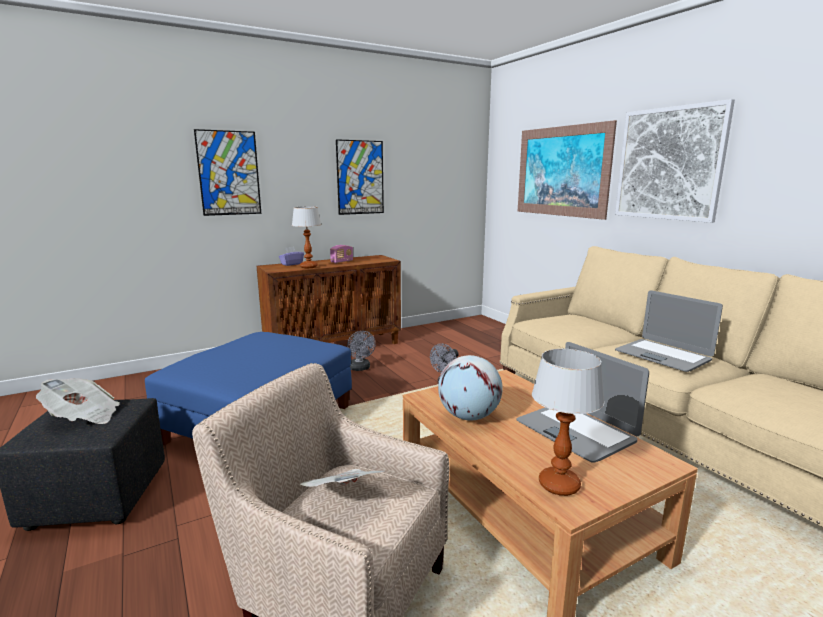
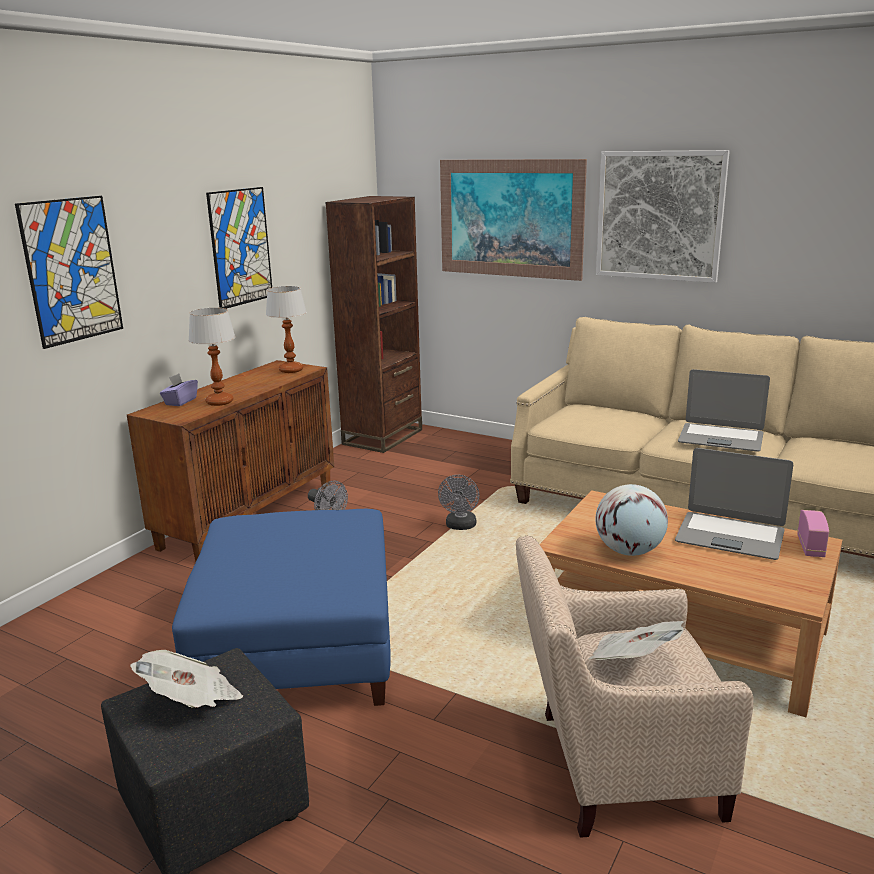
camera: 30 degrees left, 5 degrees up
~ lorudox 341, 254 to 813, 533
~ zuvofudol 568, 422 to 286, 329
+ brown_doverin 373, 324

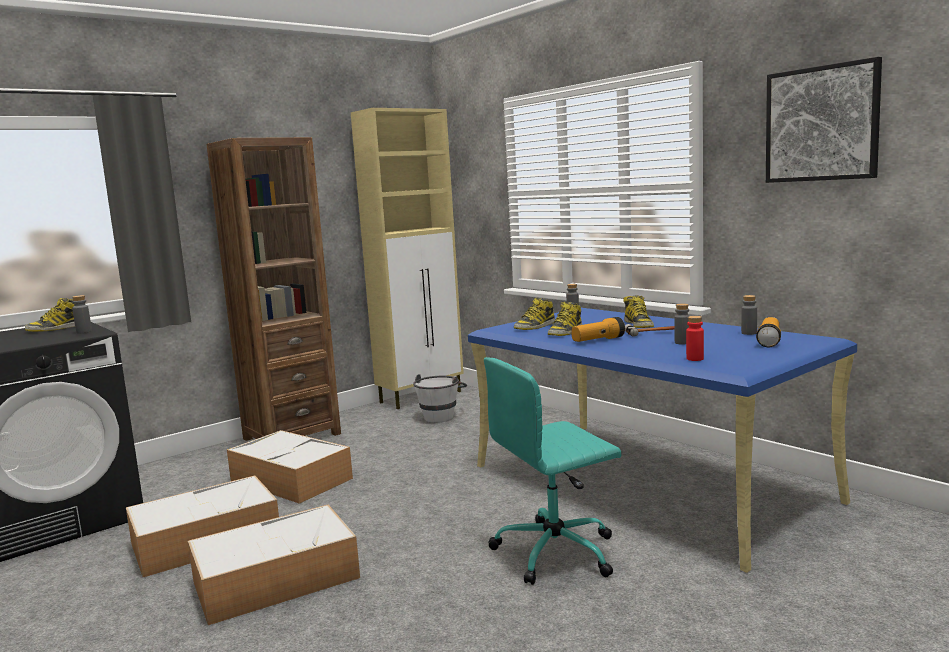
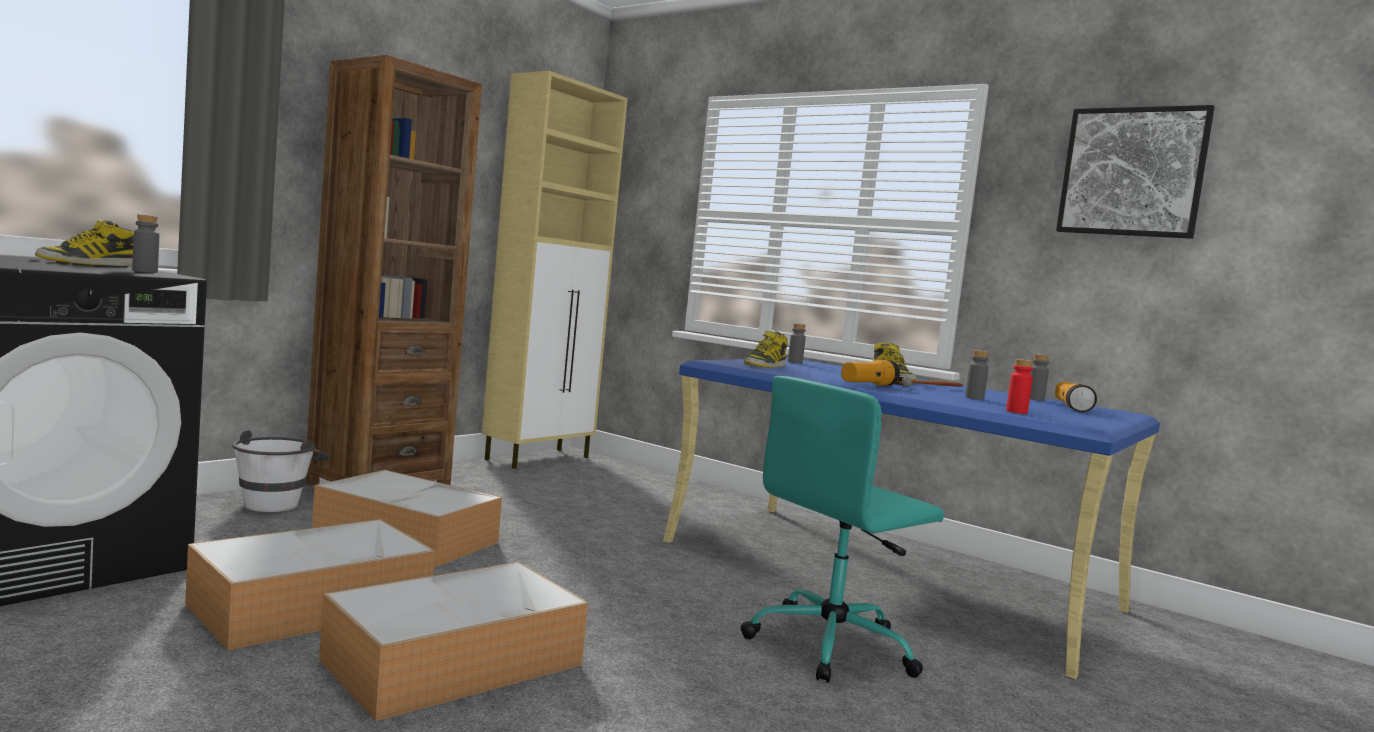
camera: 15 degrees left, 5 degrees down
- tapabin 565, 319
~ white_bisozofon 440, 398 to 281, 471

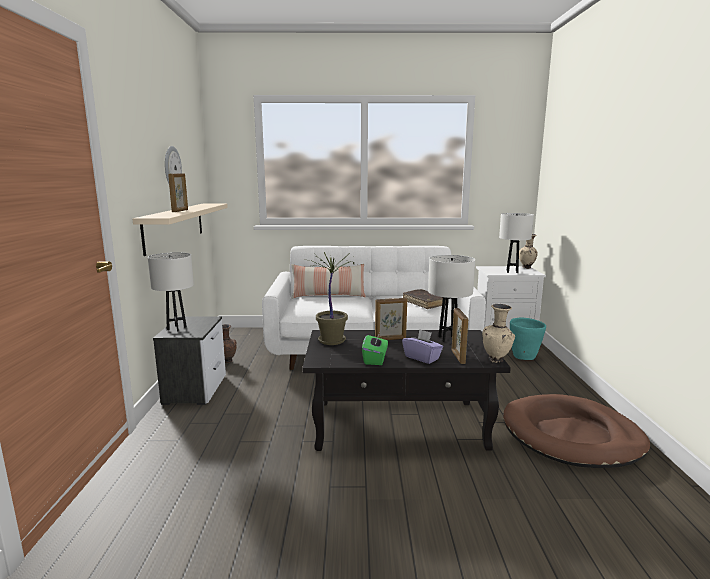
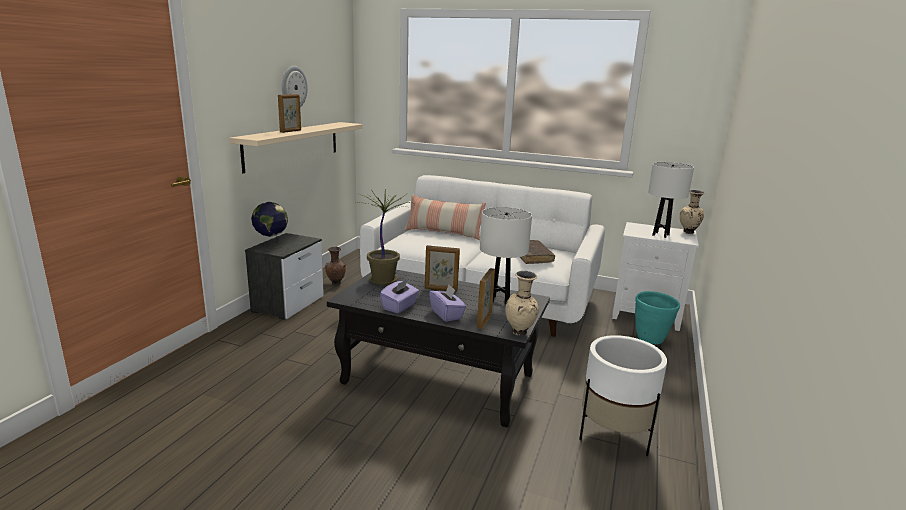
camera: 20 degrees right, 5 degrees up
~ white_zuvofudol 171, 292 to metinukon 269, 225
~ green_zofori 375, 348 to purple_zofori 399, 296
~ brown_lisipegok 576, 431 to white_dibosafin 623, 395

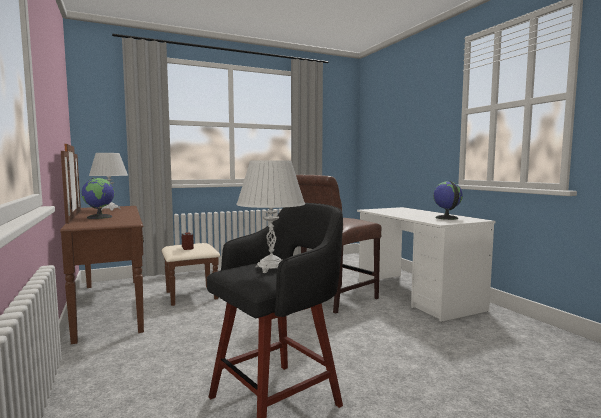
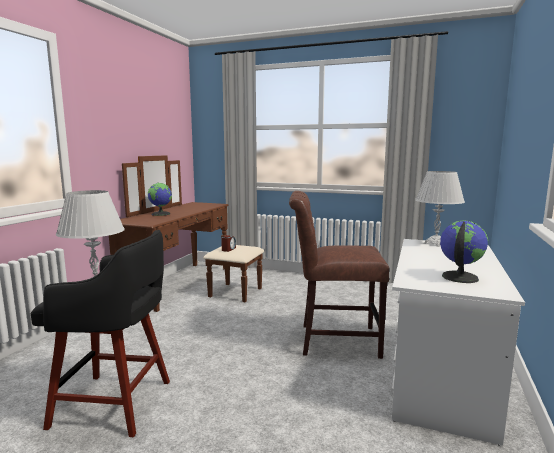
camera: 45 degrees right, 5 degrees up
~ white_zuvofudol 108, 182 to 440, 209

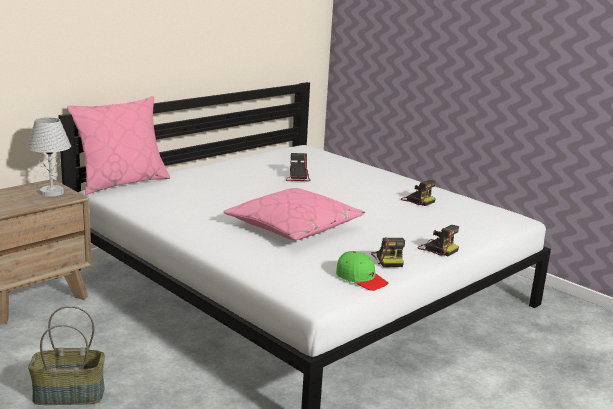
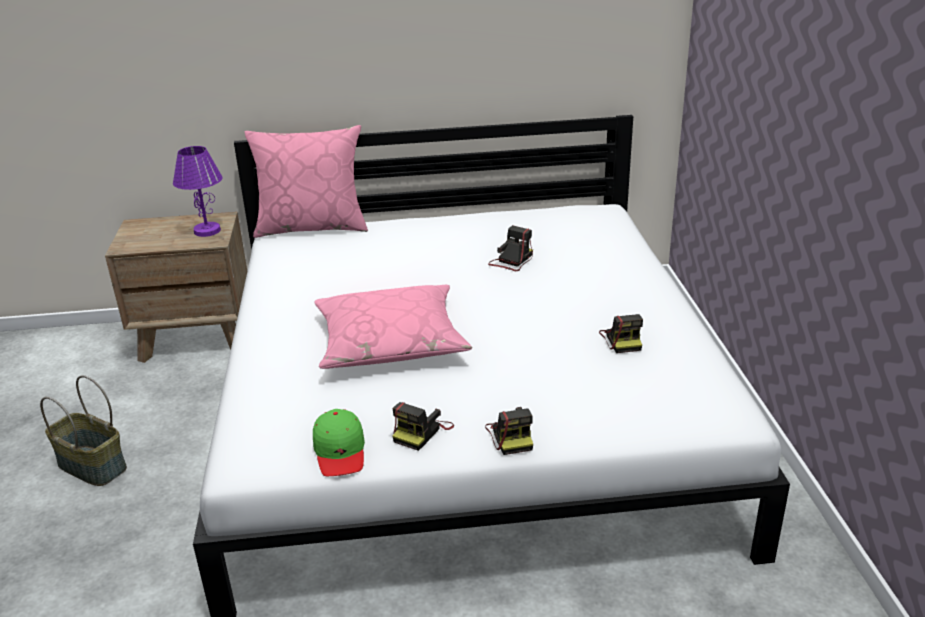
camera: 40 degrees right, 10 degrees up
~ white_zuvofudol 49, 157 to purple_zuvofudol 197, 191

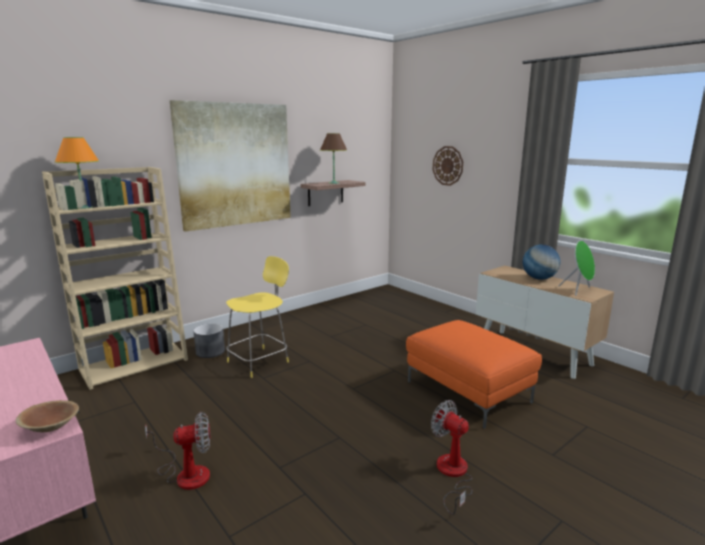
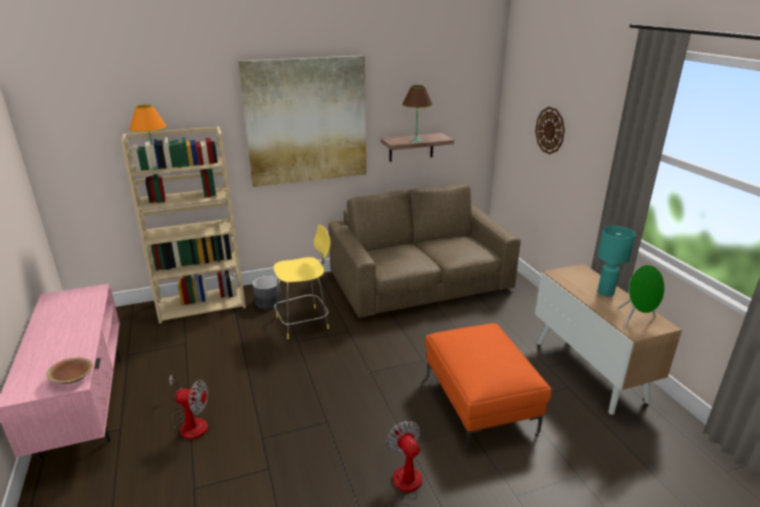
camera: 20 degrees right, 10 degrees up
~ metinukon 541, 262 to turquoise_zuvofudol 617, 261
+ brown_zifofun 424, 251

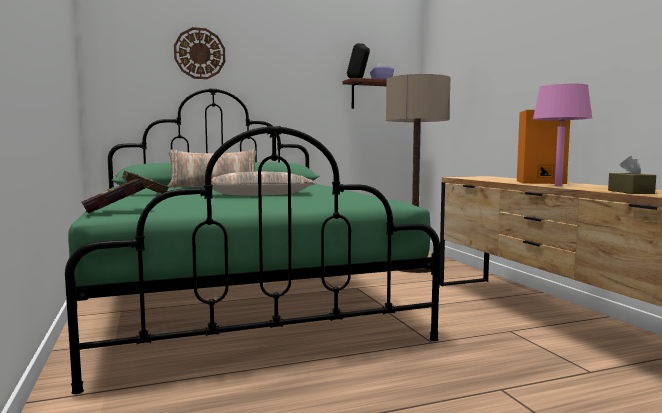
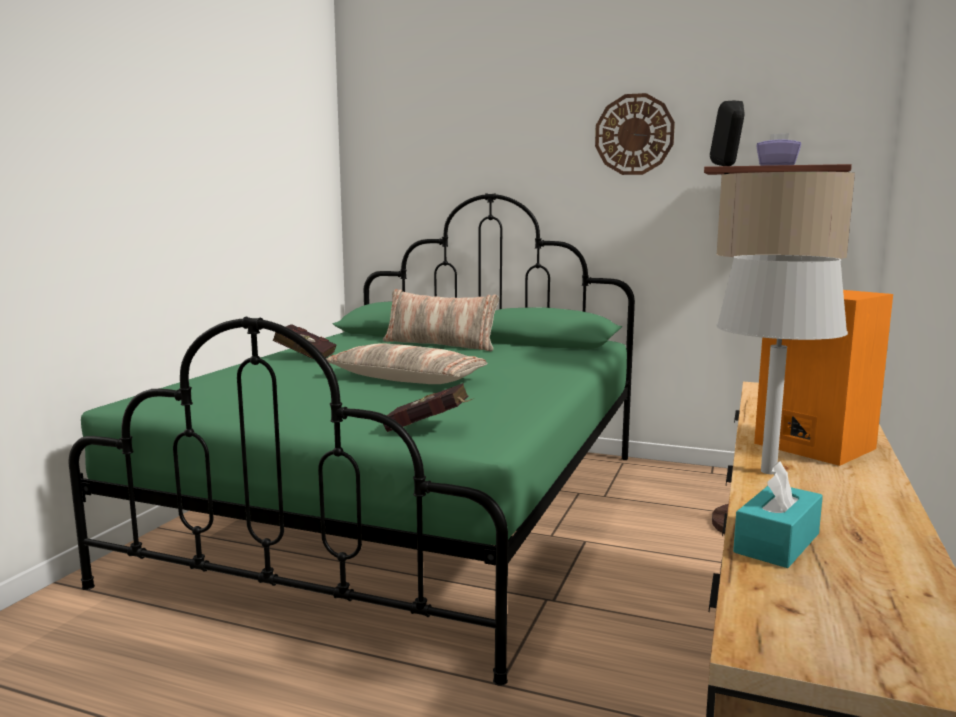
camera: 40 degrees right, 5 degrees up
~ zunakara 199, 53 to 635, 134
~ pink_zuvofudol 563, 135 to grey_zuvofudol 782, 364
~ brown_zofori 632, 175 to turquoise_zofori 778, 514
~ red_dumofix 117, 196 to 429, 407

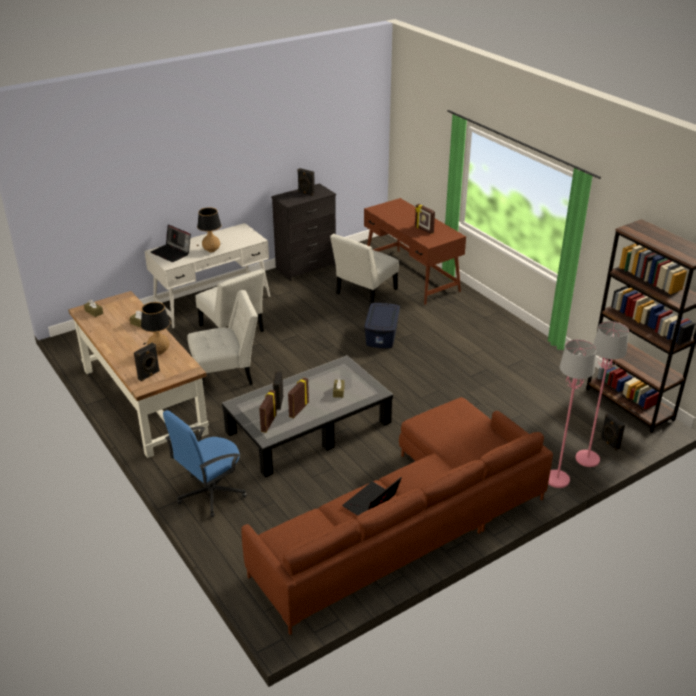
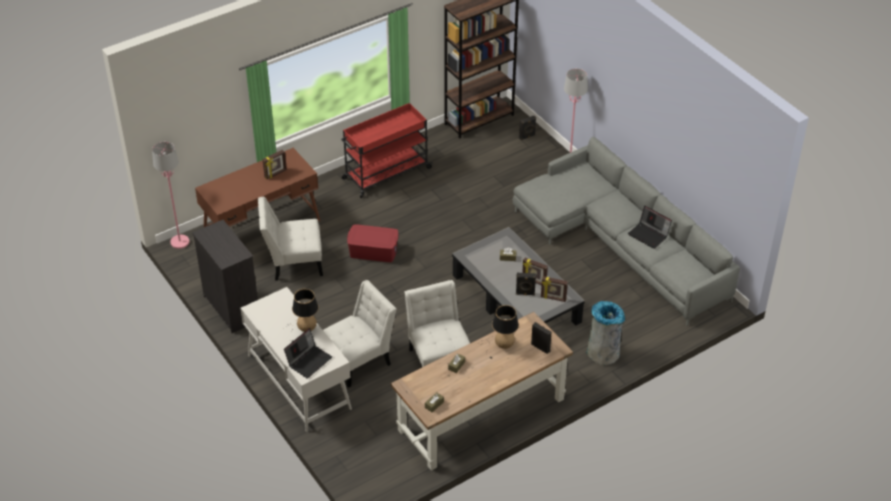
camera: 90 degrees left, 10 degrees up
- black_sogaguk 306, 182
~ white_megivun 364, 270 = 290, 239 135 degrees clockwise
~ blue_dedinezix 382, 325 to red_dedinezix 373, 243
~ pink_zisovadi 602, 394 to 170, 195
~ brown_zifofun 397, 516 to grey_zifofun 626, 231
~ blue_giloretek 205, 463 to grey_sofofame 605, 333
+ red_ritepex 387, 150

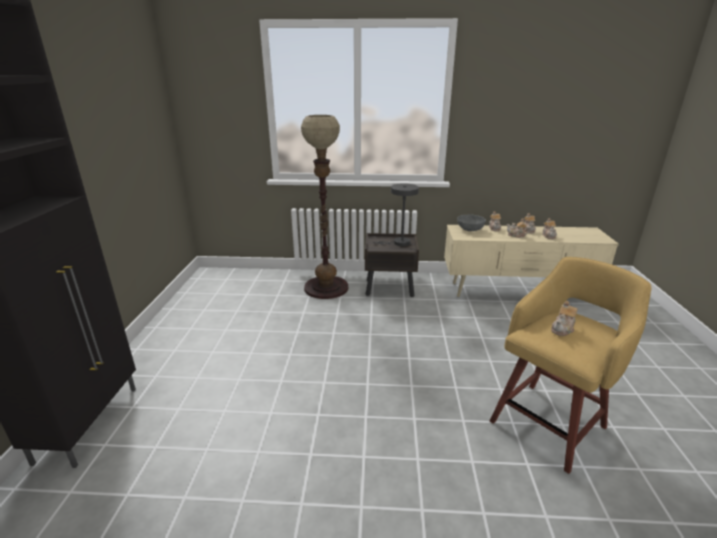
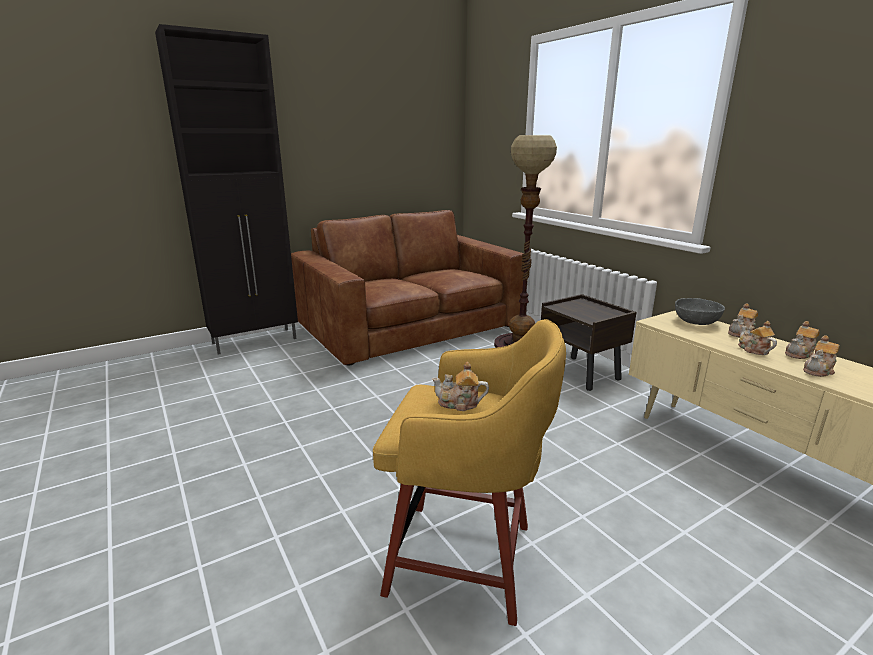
camera: 55 degrees right, 5 degrees down
- grey_zuvofudol 396, 214
+ brown_zifofun 408, 288

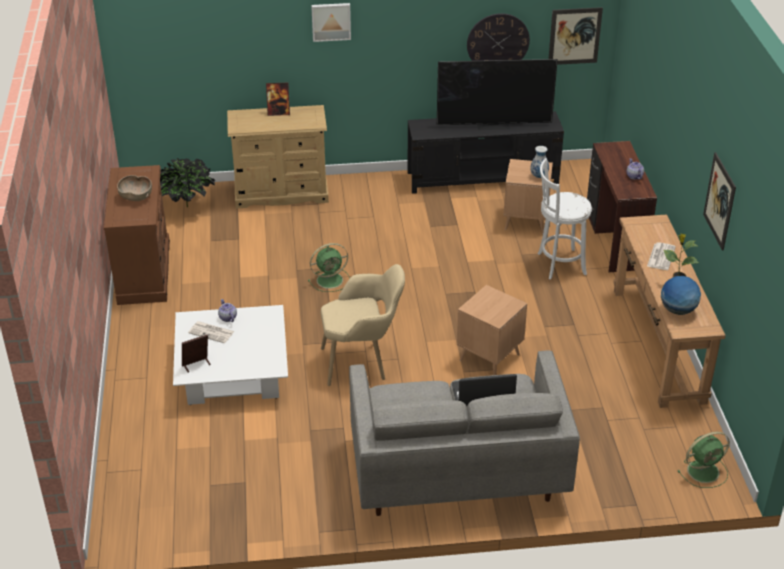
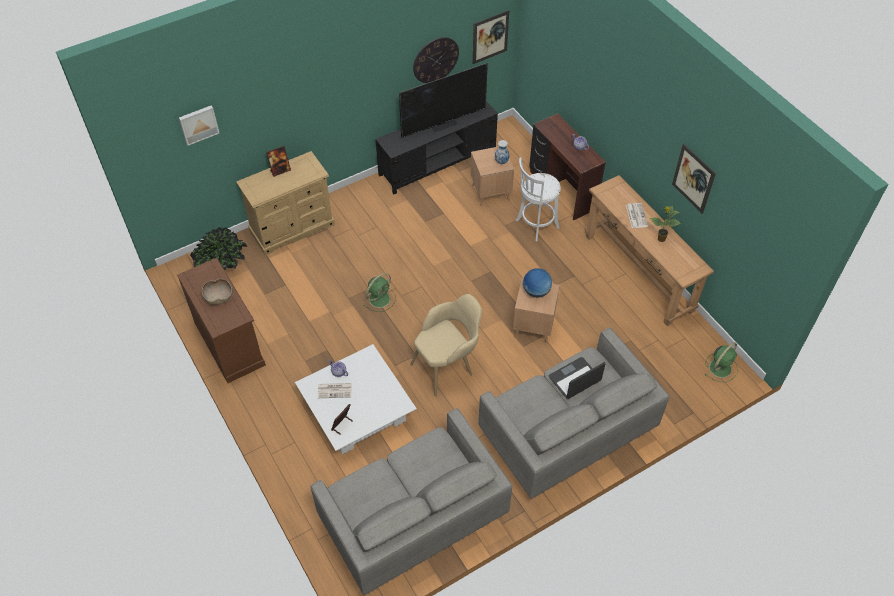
camera: 25 degrees left, 15 degrees up
~ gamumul 331, 22 to 199, 125
~ metinukon 681, 295 to 537, 283
+ grey_zifofun 411, 501

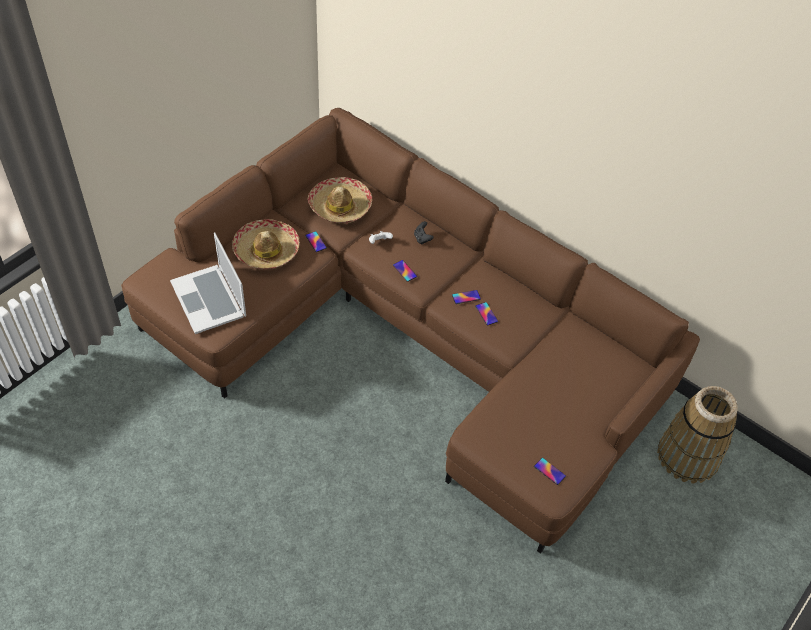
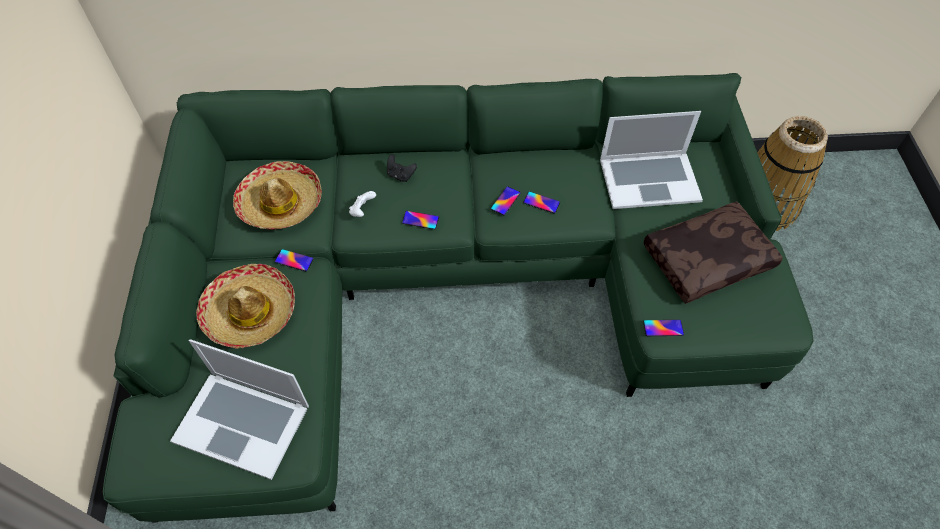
camera: 40 degrees left, 5 degrees up
~ brown_zifofun 410, 331 to green_zifofun 458, 298
~ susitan 550, 471 to 663, 328
+ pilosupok 651, 160
+ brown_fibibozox 713, 252

